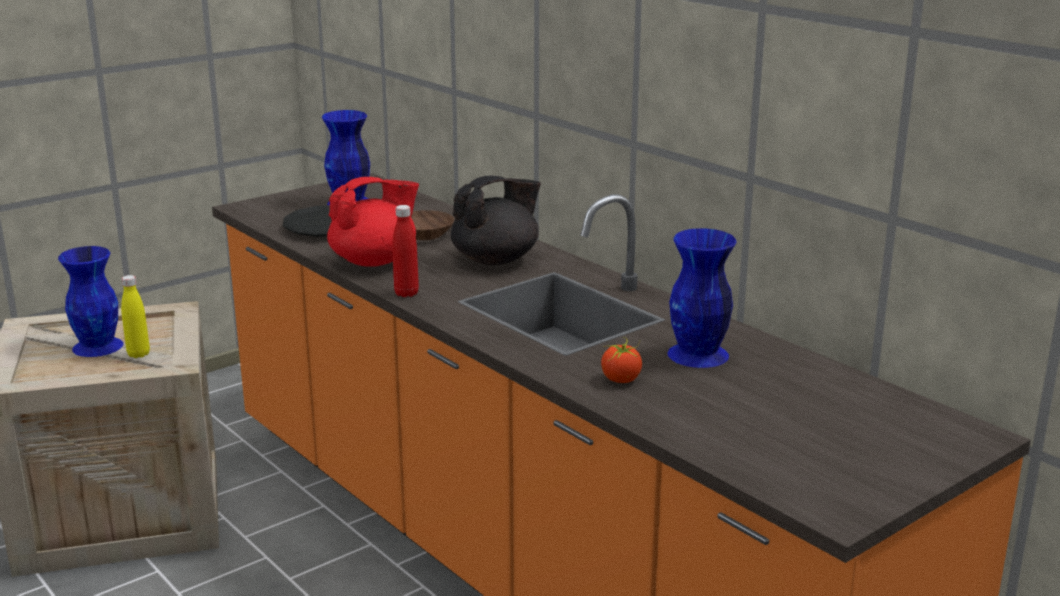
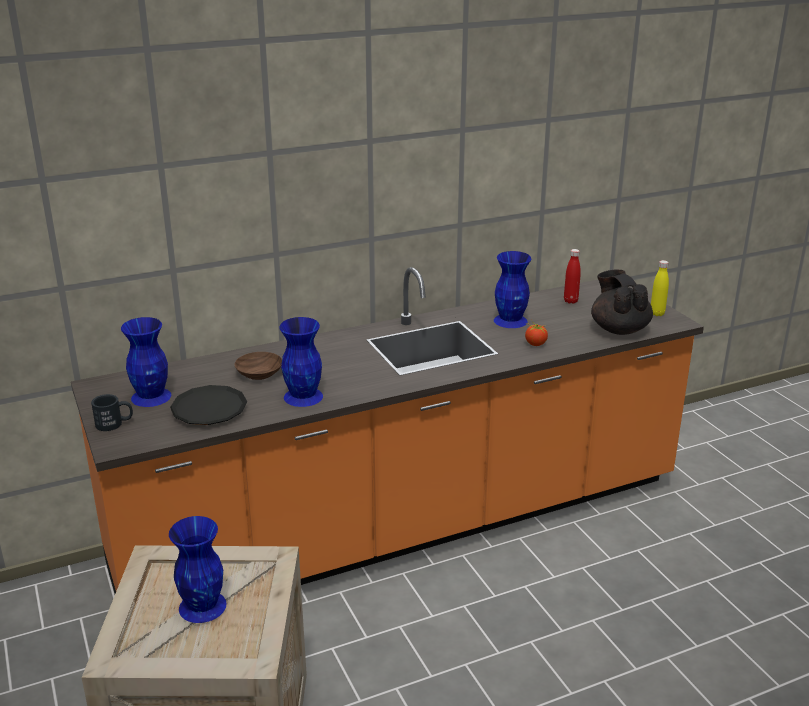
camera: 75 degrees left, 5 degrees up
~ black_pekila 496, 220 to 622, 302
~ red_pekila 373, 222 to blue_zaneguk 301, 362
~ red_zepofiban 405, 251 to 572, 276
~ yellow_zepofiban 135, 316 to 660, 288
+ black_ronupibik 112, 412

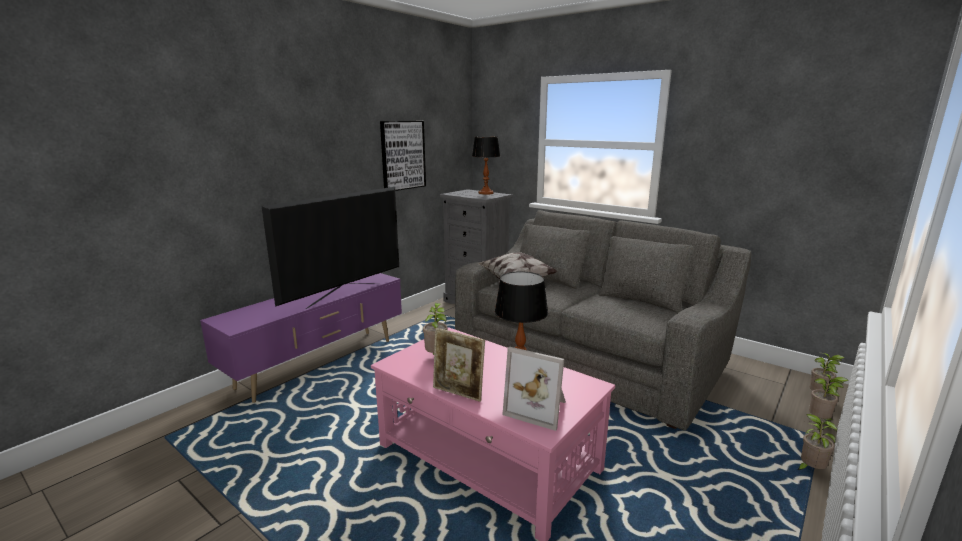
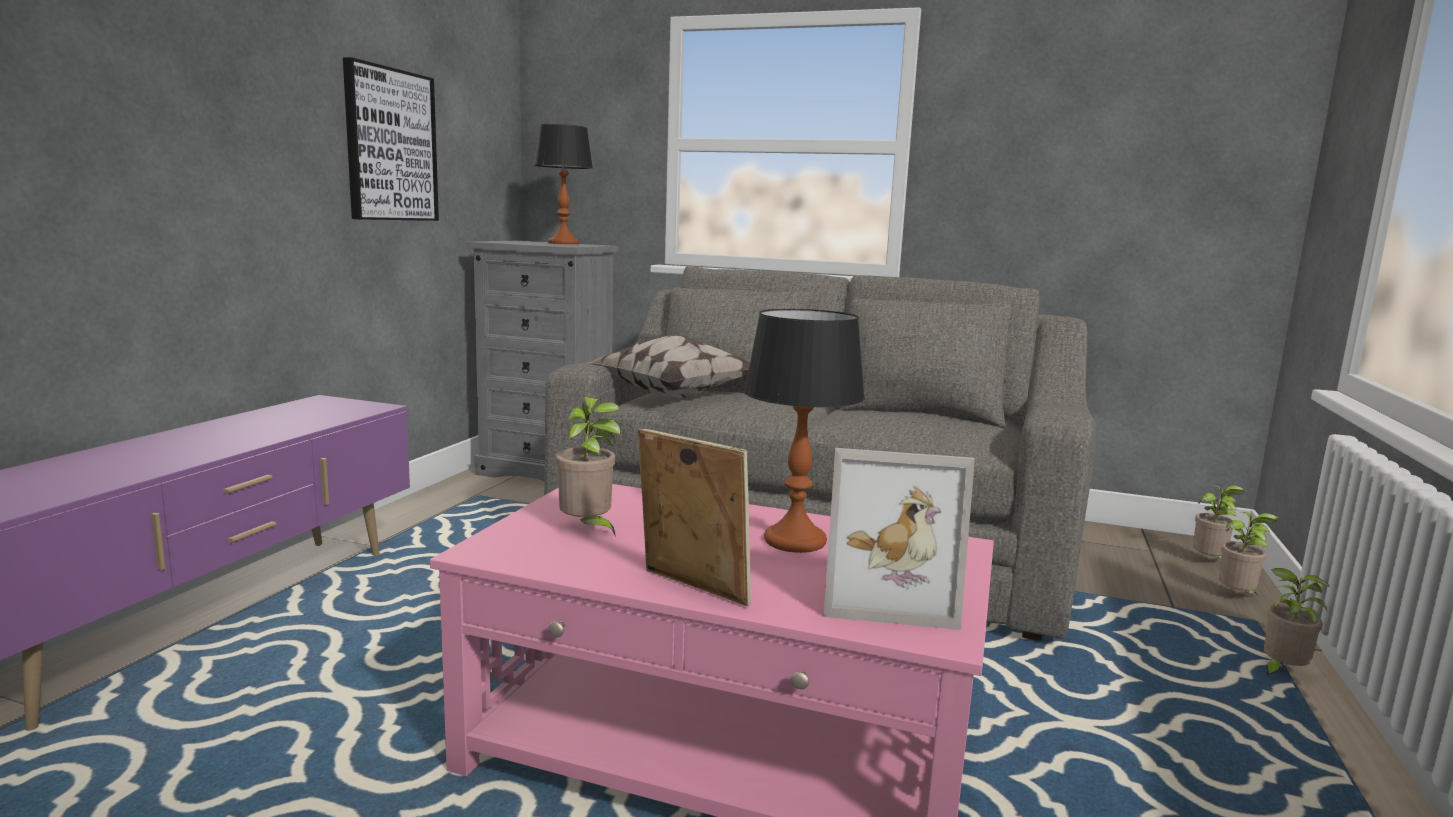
camera: 20 degrees left, 5 degrees down
- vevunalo 330, 248
~ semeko 459, 365 = 694, 517 150 degrees counterclockwise

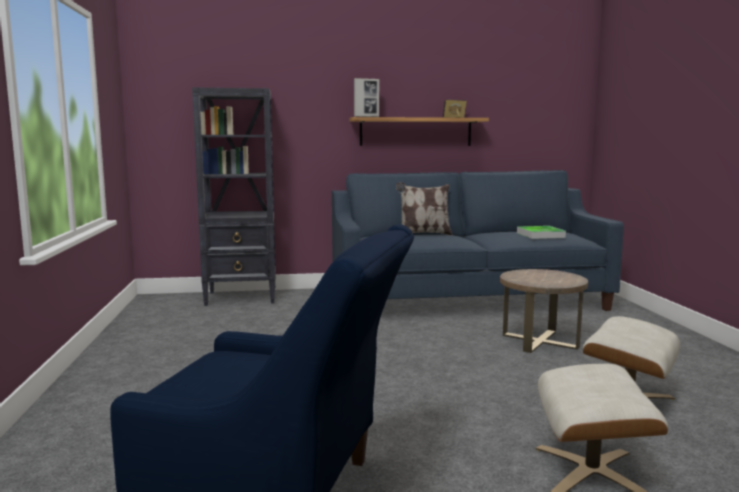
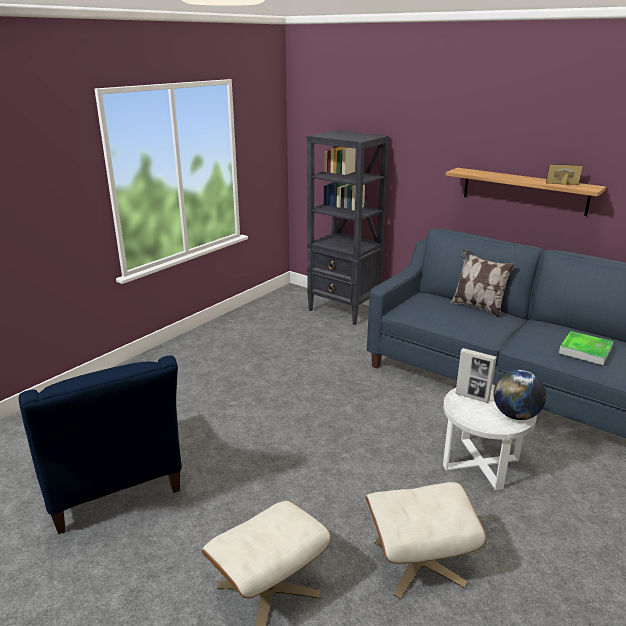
camera: 45 degrees right, 15 degrees up
~ semeko 366, 97 to 476, 375
~ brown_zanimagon 544, 311 to white_zanimagon 490, 437
+ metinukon 519, 395

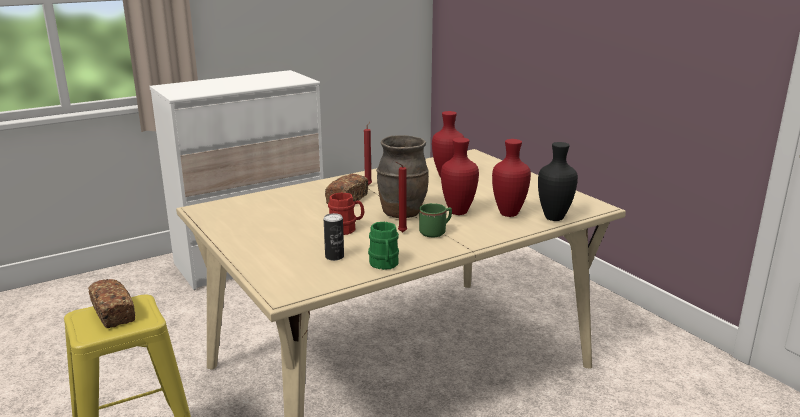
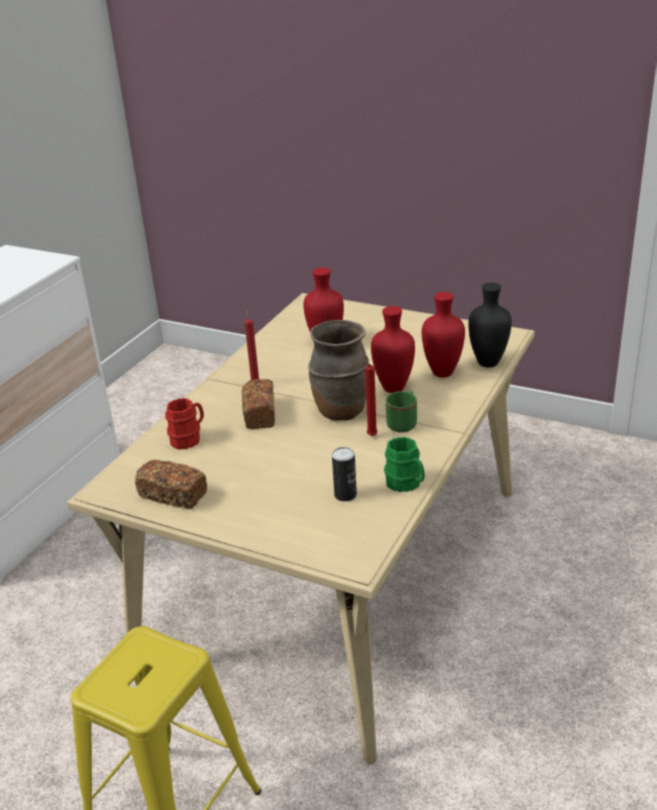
camera: 30 degrees left, 10 degrees up
~ red_ronupibik 346, 213 to 184, 424
~ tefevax 111, 303 to 171, 484

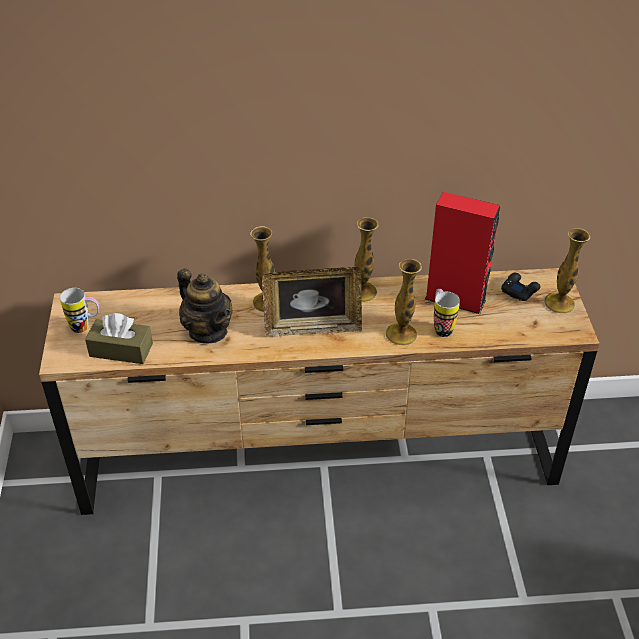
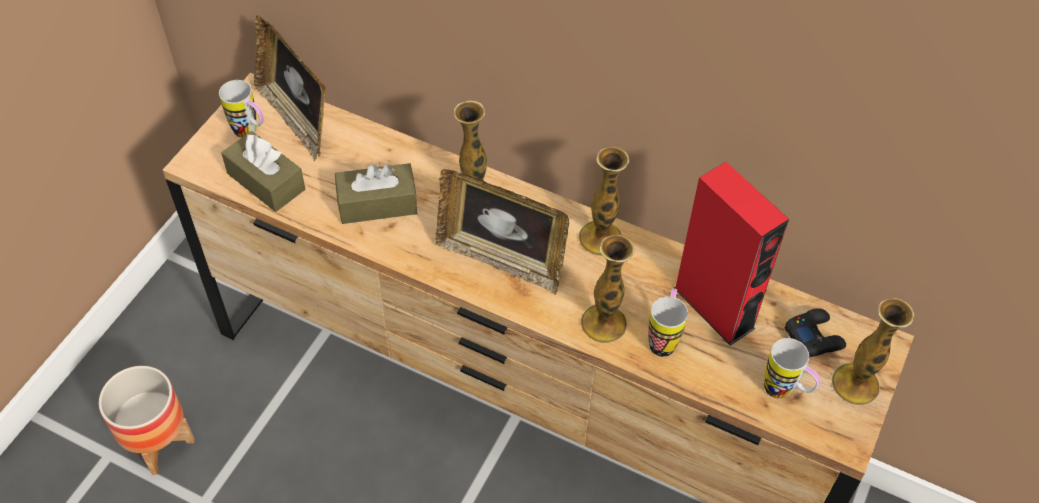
camera: 30 degrees right, 10 degrees up
~ pekila 204, 306 to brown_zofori 376, 193
+ semeko 290, 88
+ ronupibik 792, 368
+ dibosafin 147, 420

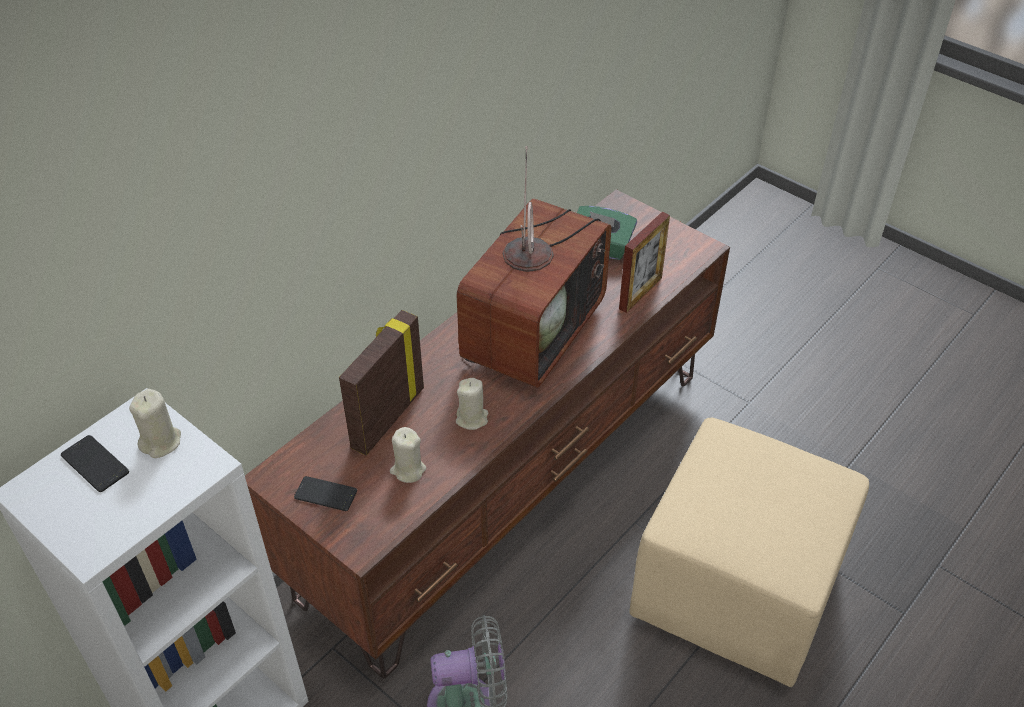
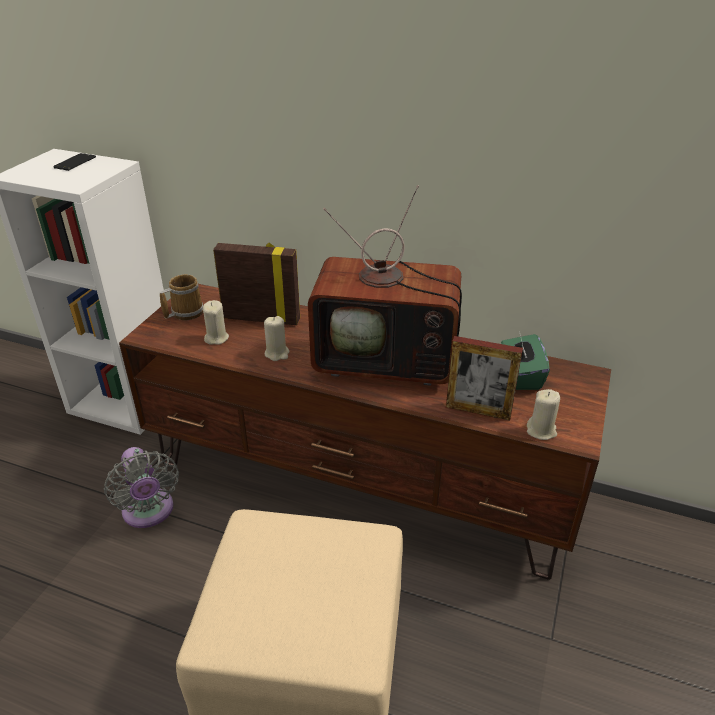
camera: 70 degrees right, 10 degrees down
~ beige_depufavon 155, 423 to 543, 414
~ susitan 325, 493 to ronupibik 181, 297

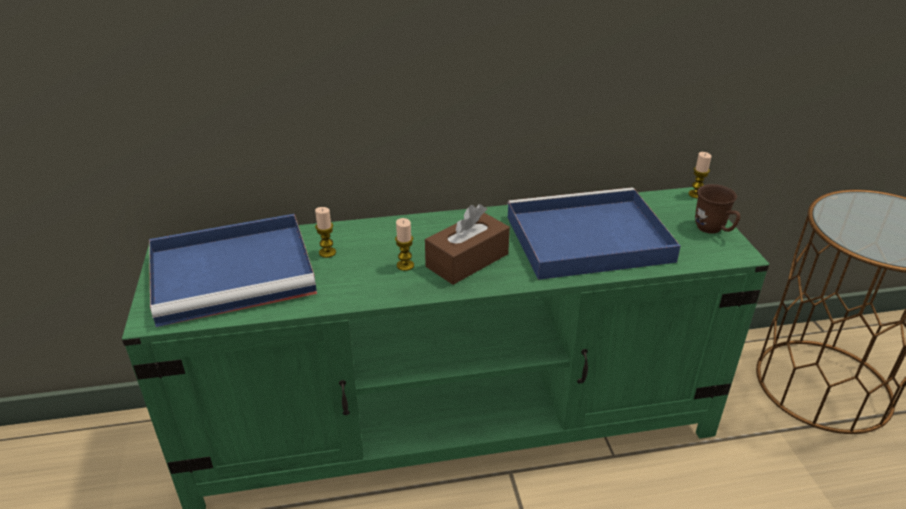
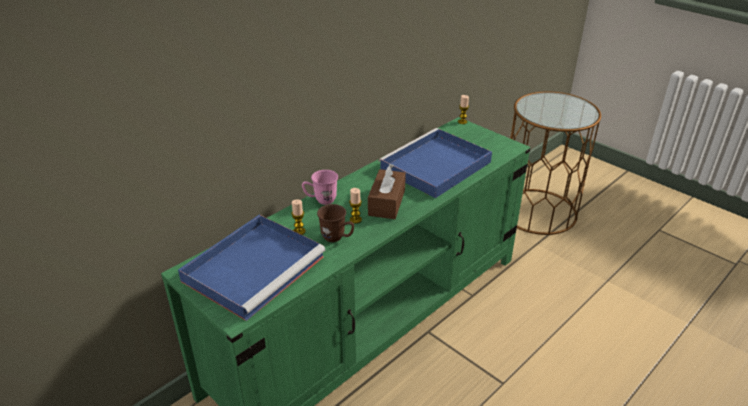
camera: 35 degrees left, 0 degrees up
~ brown_ronupibik 717, 209 to 335, 223
+ pink_ronupibik 320, 187

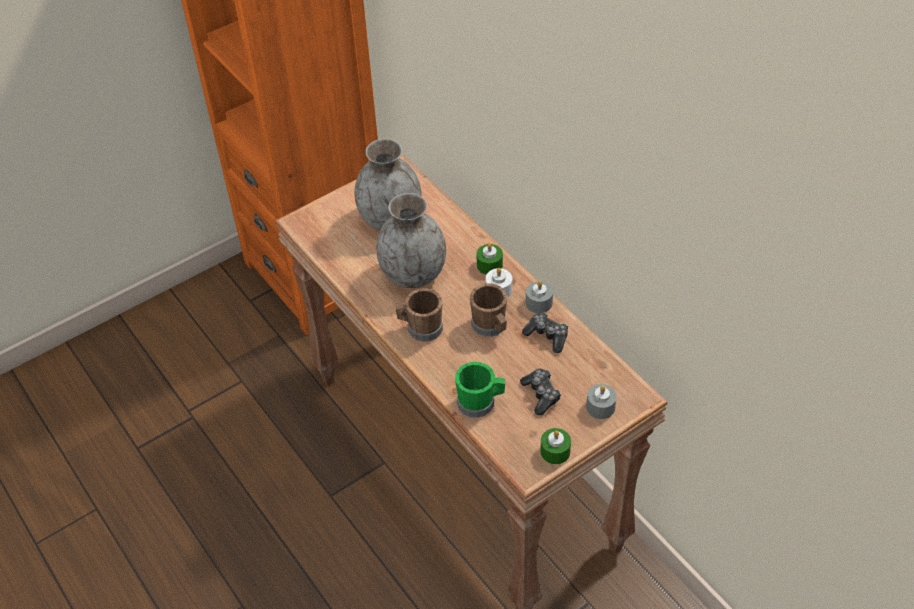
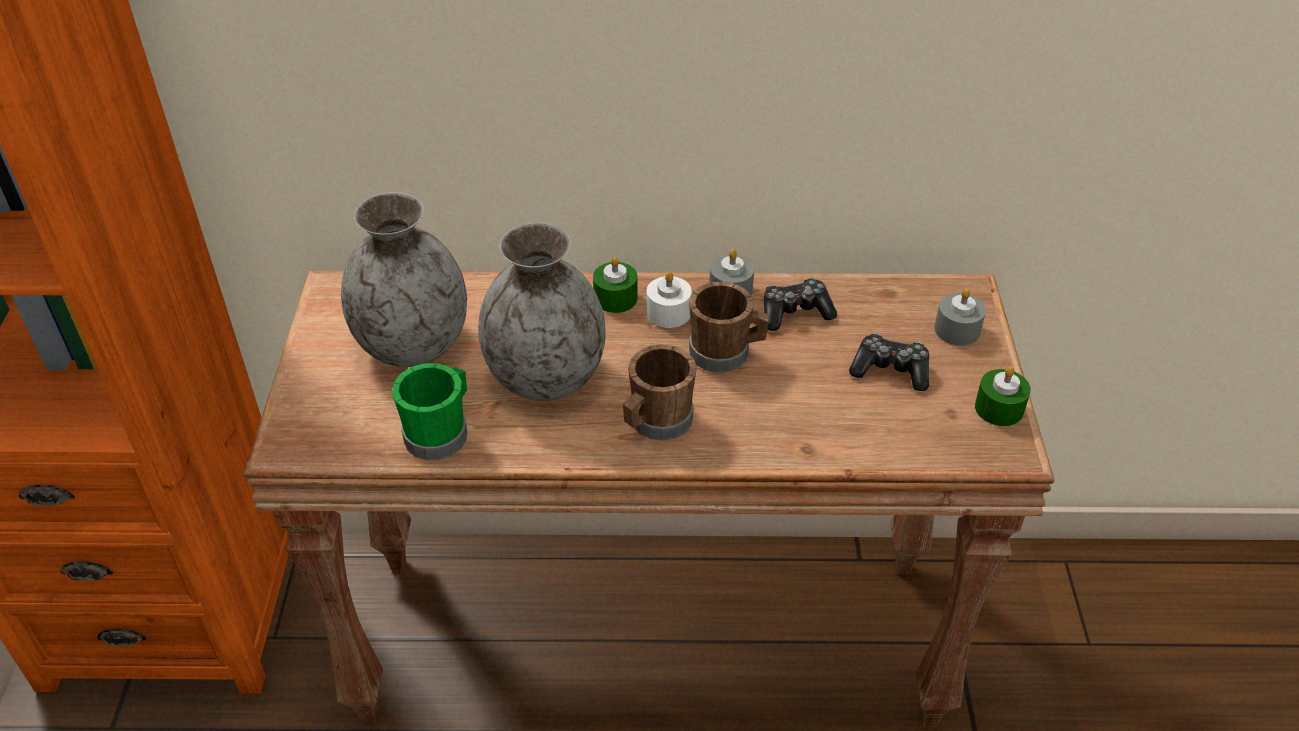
camera: 55 degrees left, 5 degrees down
~ green_ronupibik 480, 390 to 429, 411

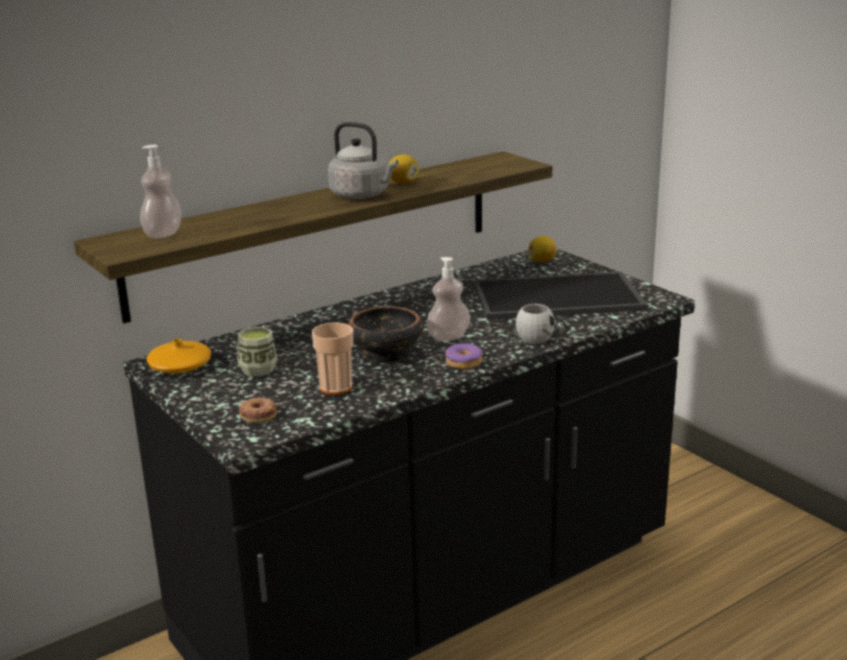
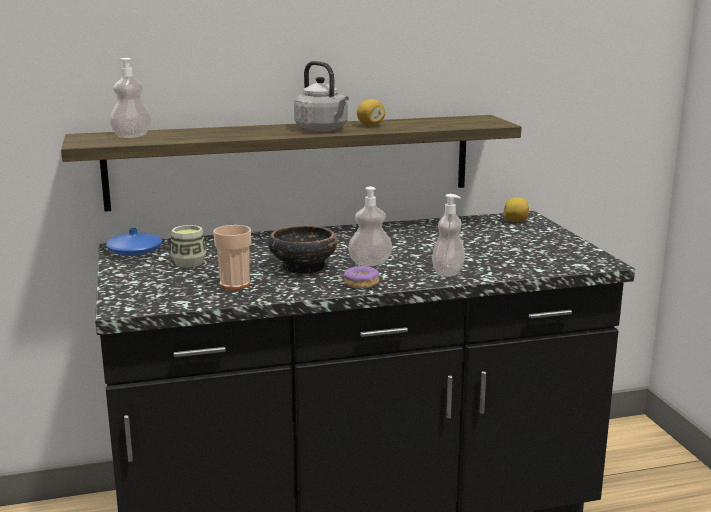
camera: 20 degrees right, 5 degrees down
- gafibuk 560, 296
~ white_ronupibik 535, 322 to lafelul 448, 235
~ orange_zaneguk 179, 356 to blue_zaneguk 134, 242
- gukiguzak 258, 410

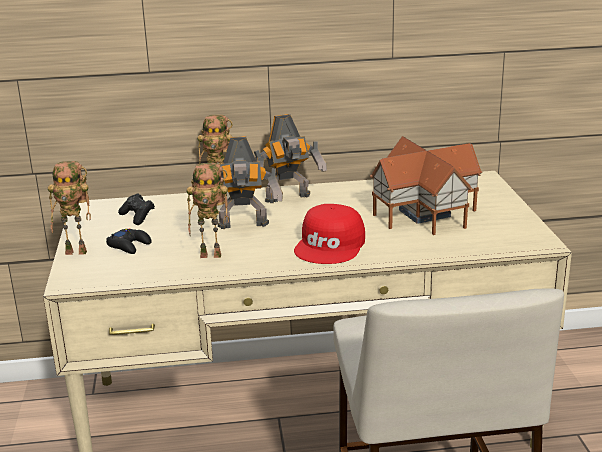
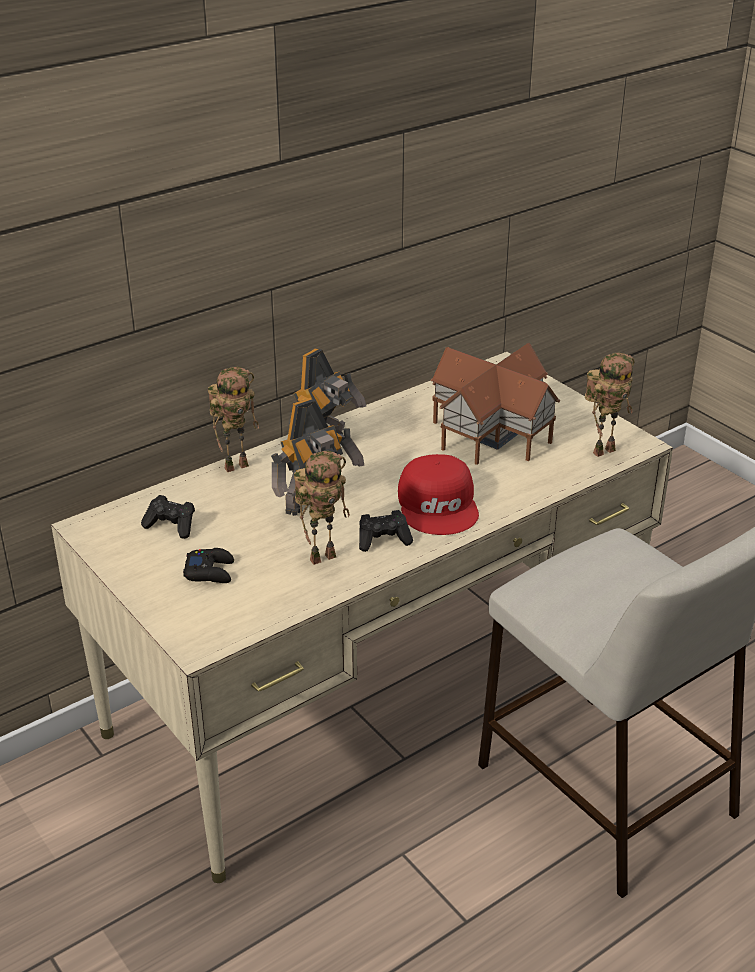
camera: 30 degrees left, 10 degrees up
~ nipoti 69, 208 to 610, 405
+ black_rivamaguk 386, 531

